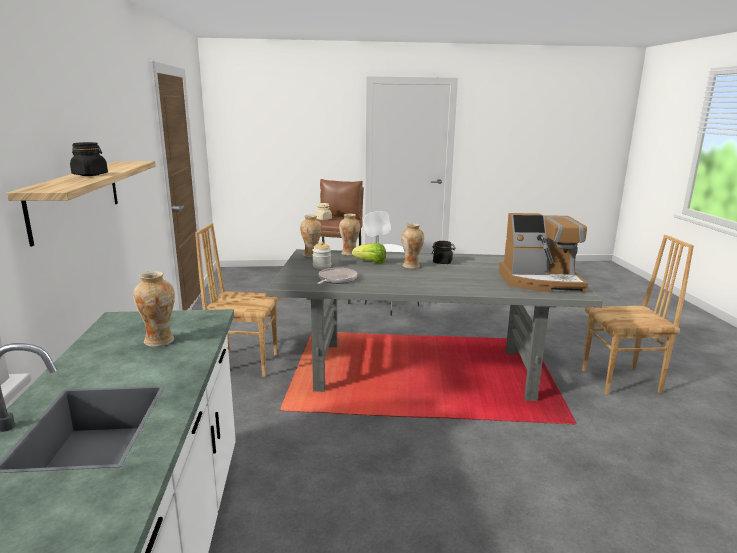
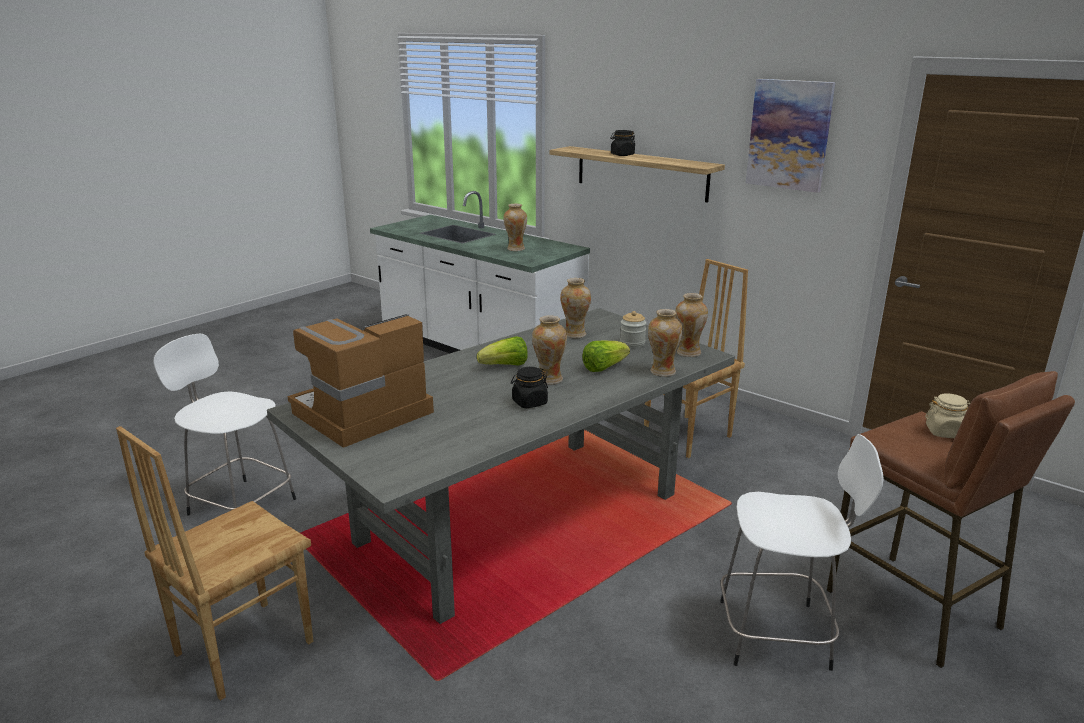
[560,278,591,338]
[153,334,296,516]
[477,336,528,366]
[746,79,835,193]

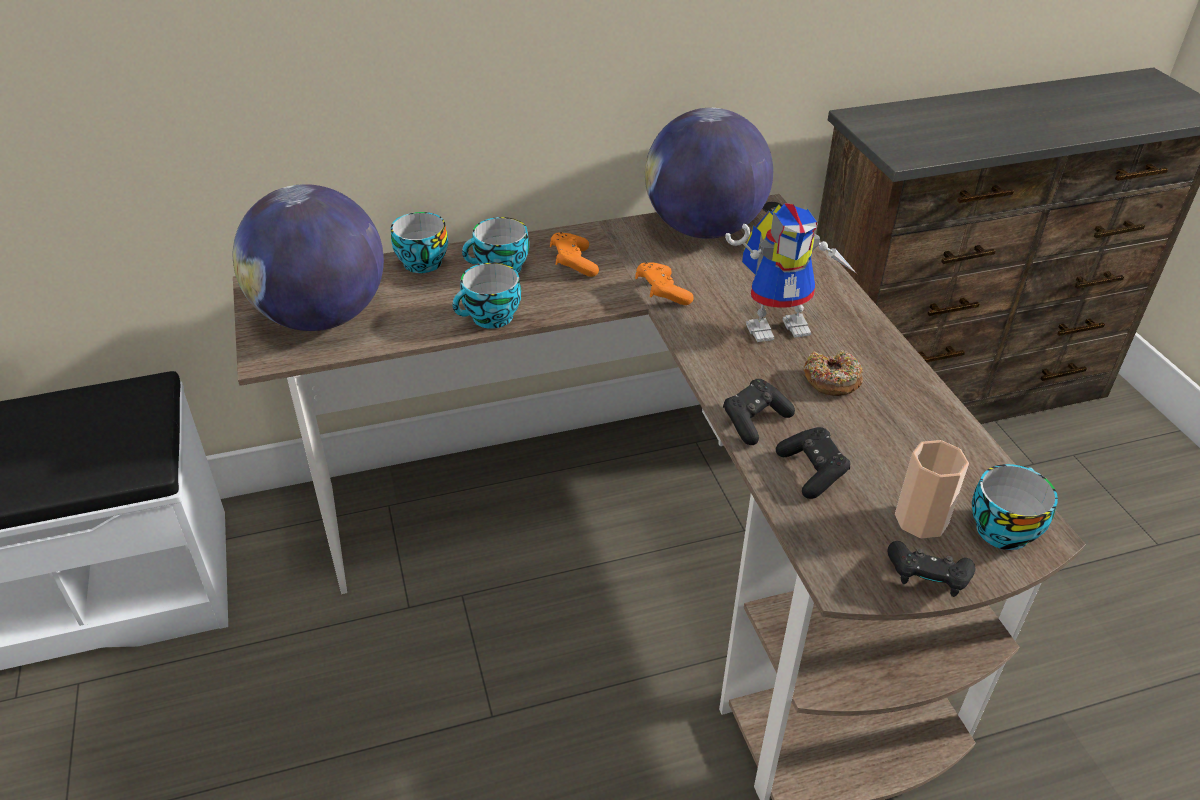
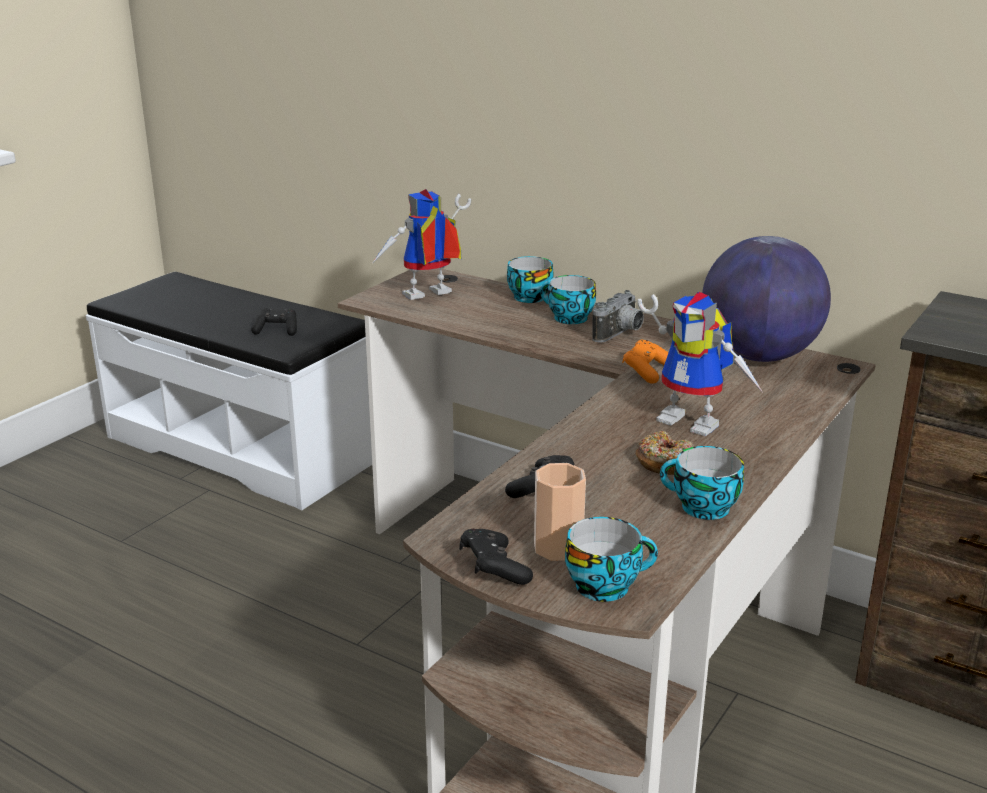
[373,189,471,300]
[660,446,744,520]
[592,290,644,342]
[251,308,297,336]

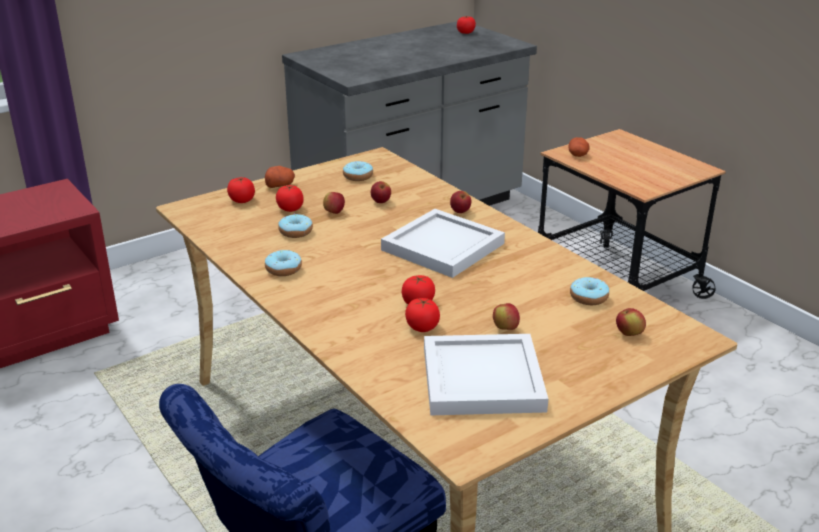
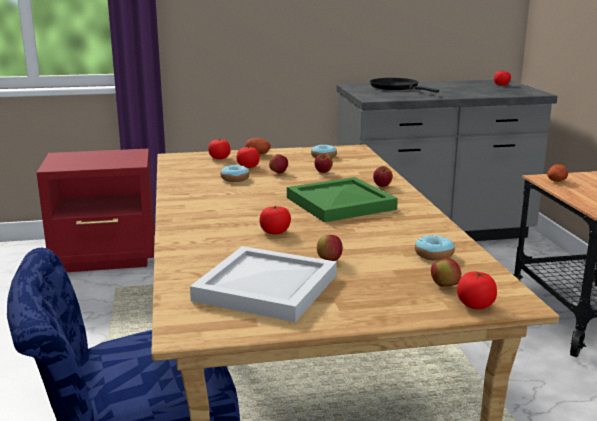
[265,250,302,276] (first image)
[287,177,398,222]
[457,271,497,309]
[370,78,439,93]

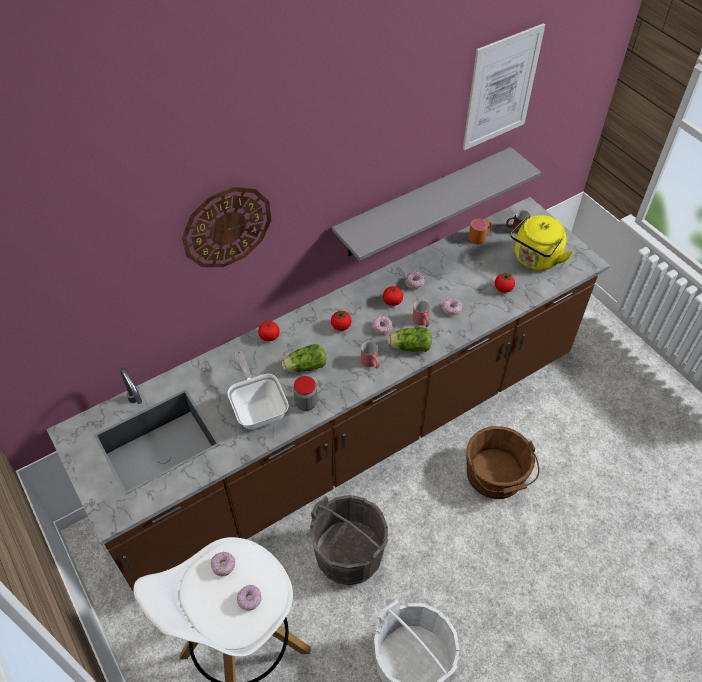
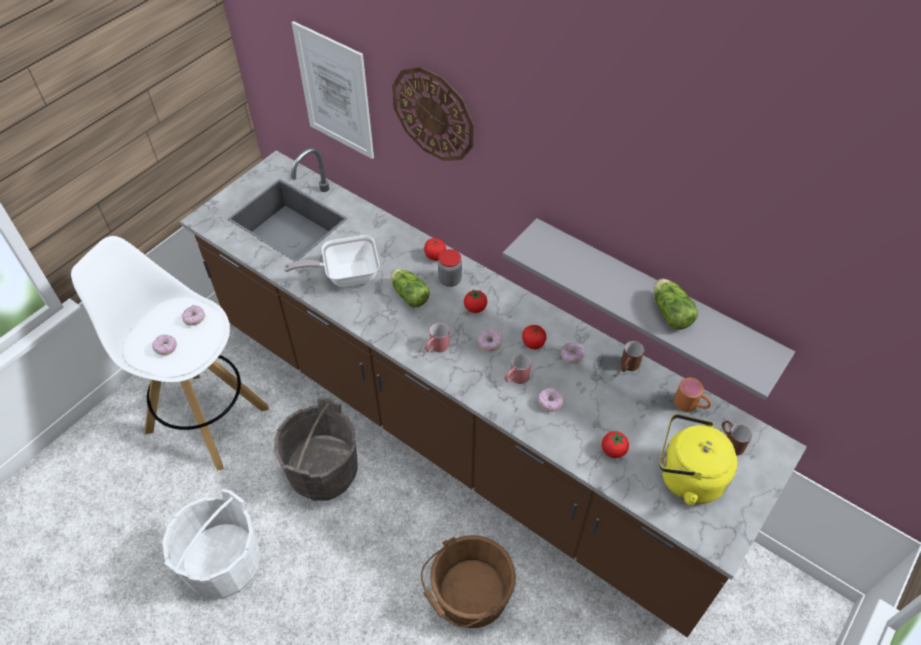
[284,235,380,287]
[438,249,462,287]
[654,279,698,330]
[292,21,374,159]
[621,341,644,372]

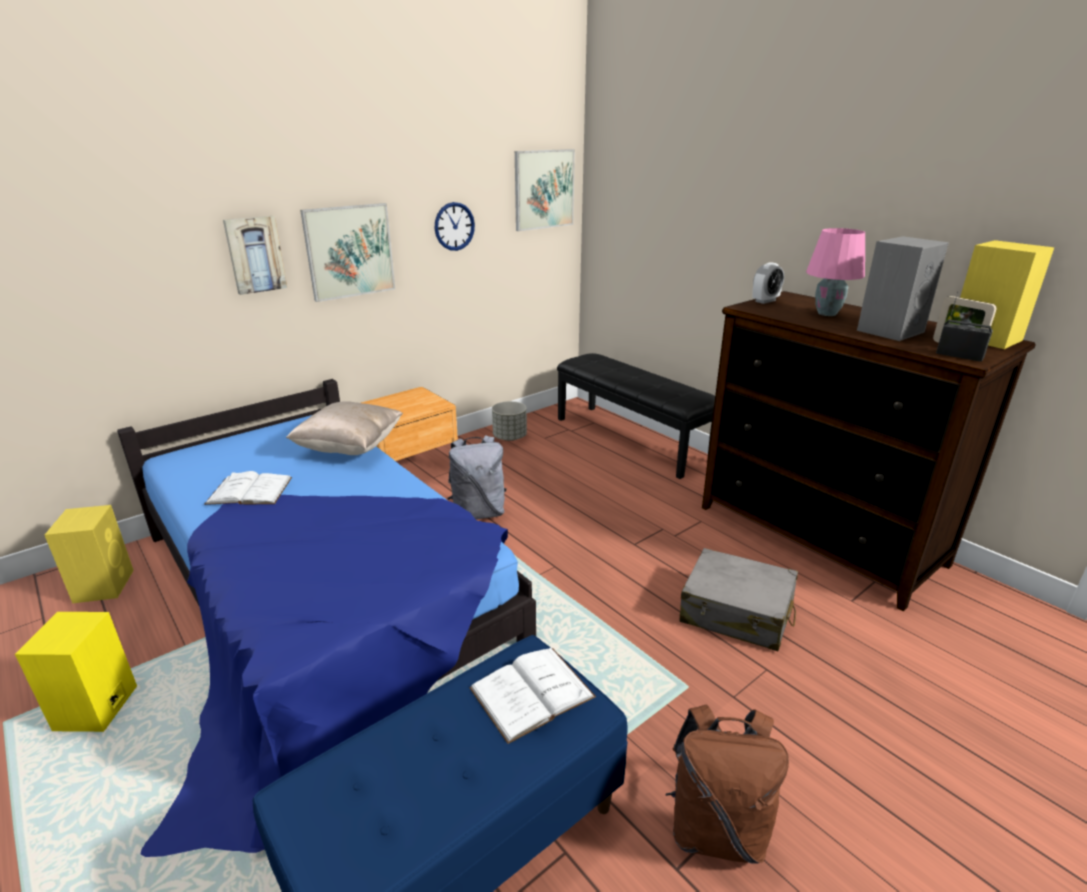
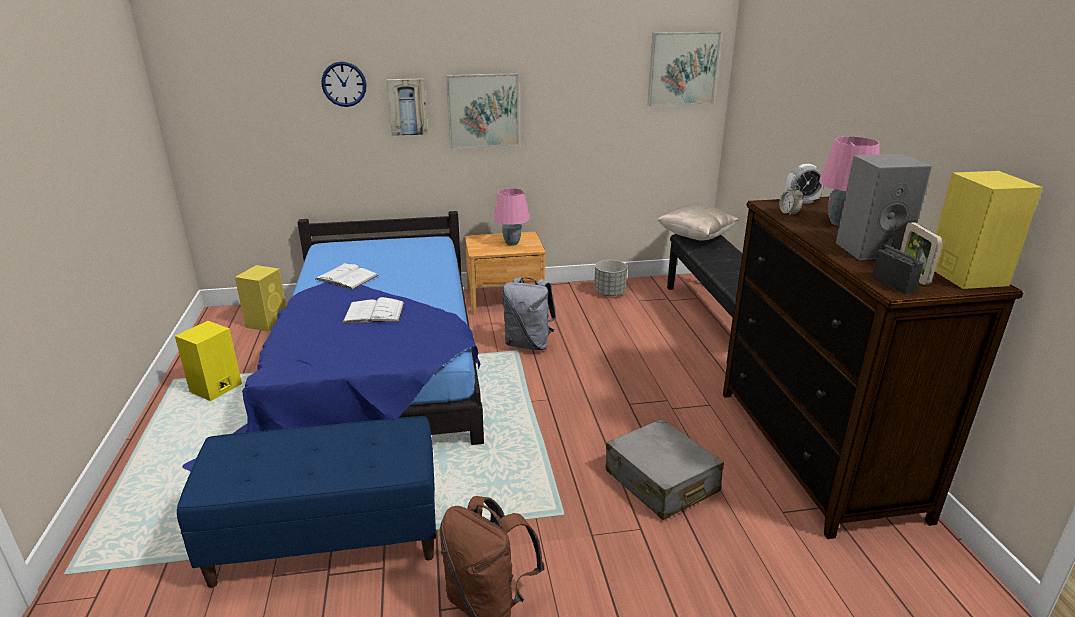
[657,203,739,240]
[322,61,366,107]
[342,297,405,323]
[494,188,530,246]
[779,184,803,215]

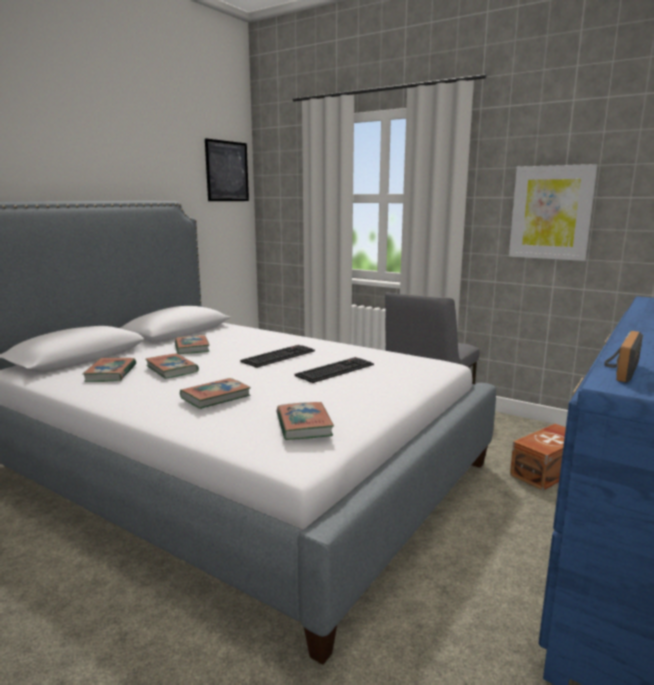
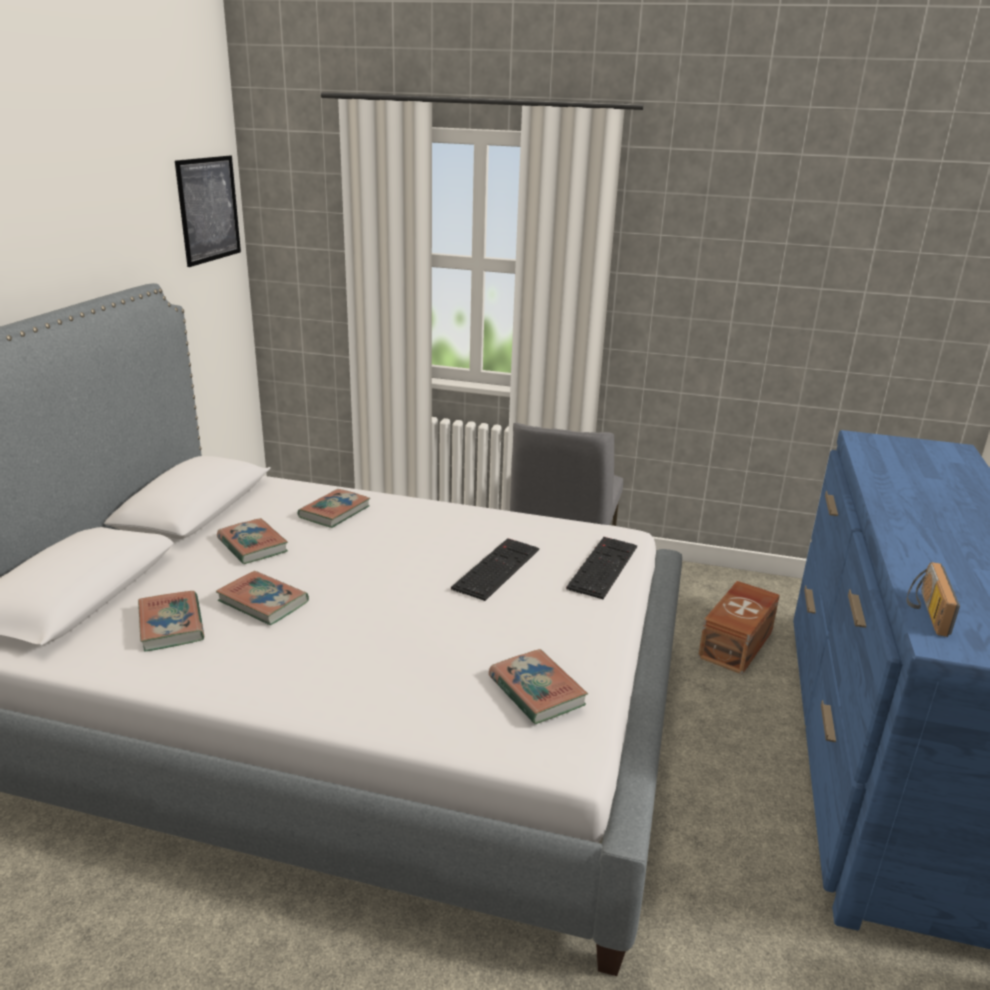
[298,489,370,528]
[566,537,637,599]
[509,164,597,261] (first image)

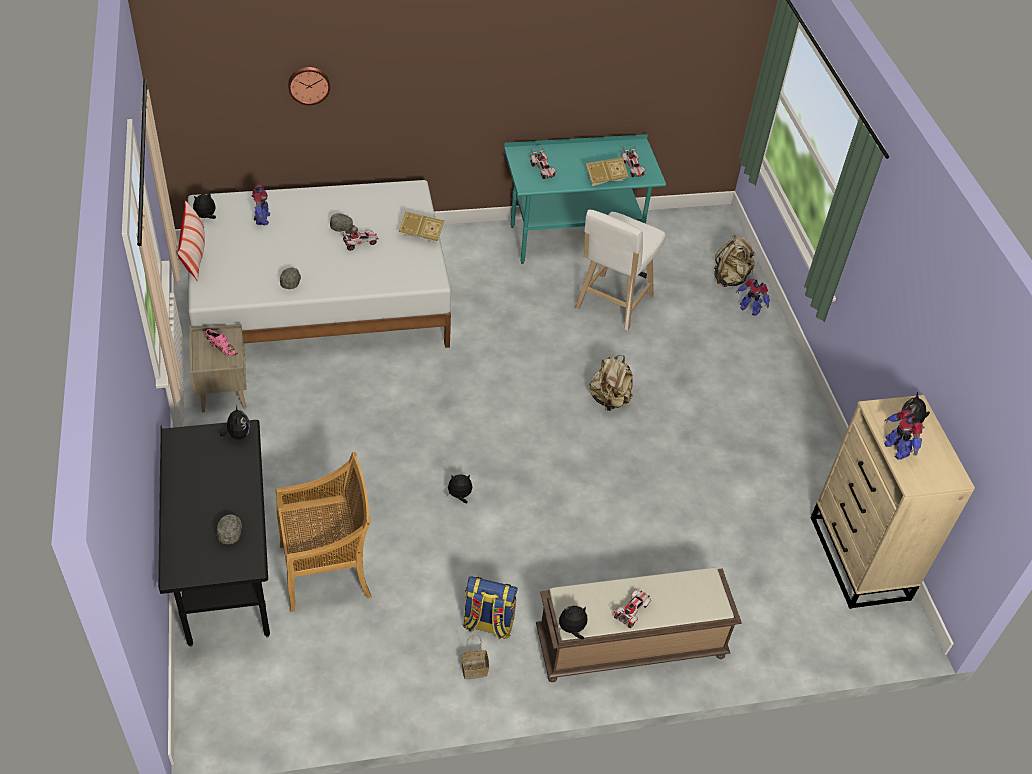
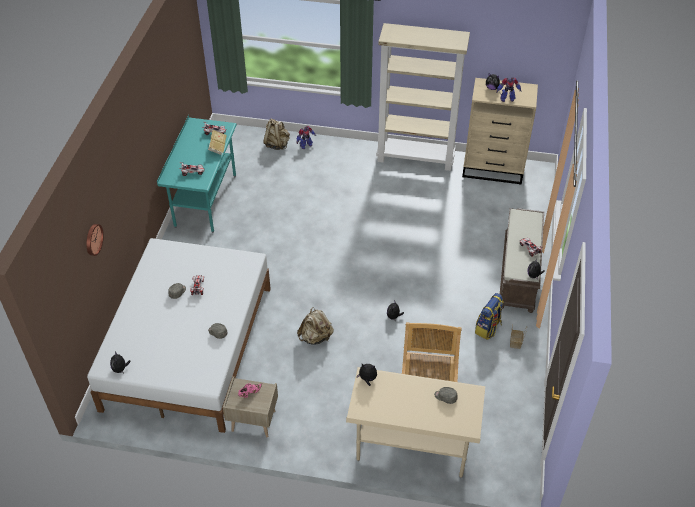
[346,367,485,478]
[177,200,205,281] (first image)
[252,184,270,226] (first image)
[399,211,445,243] (first image)
[575,210,666,331] (first image)
[297,307,334,345]
[376,23,470,171]

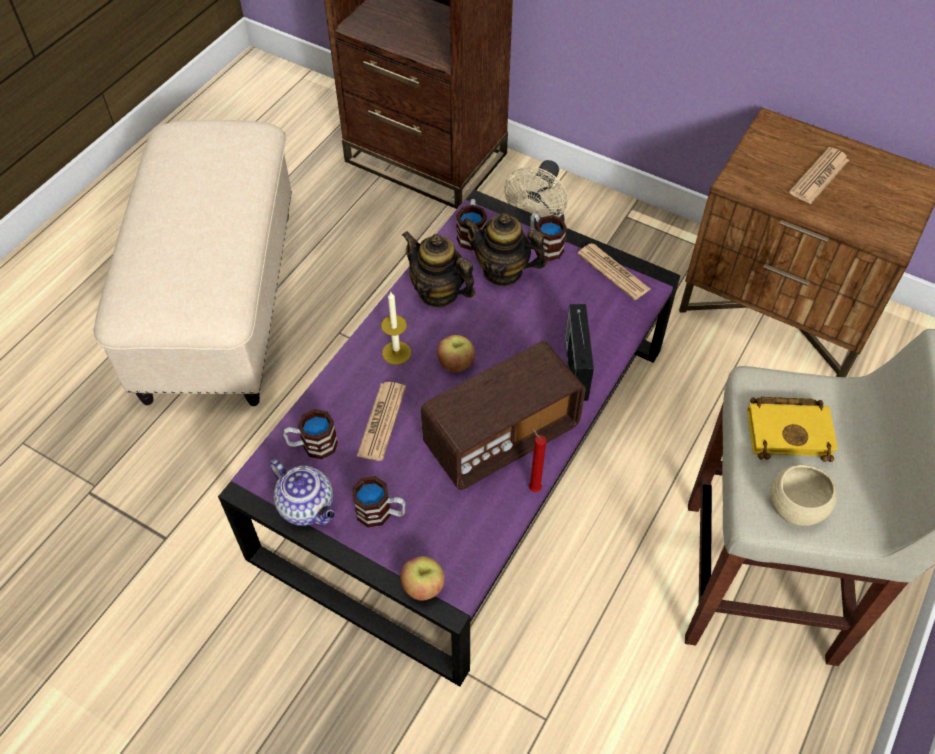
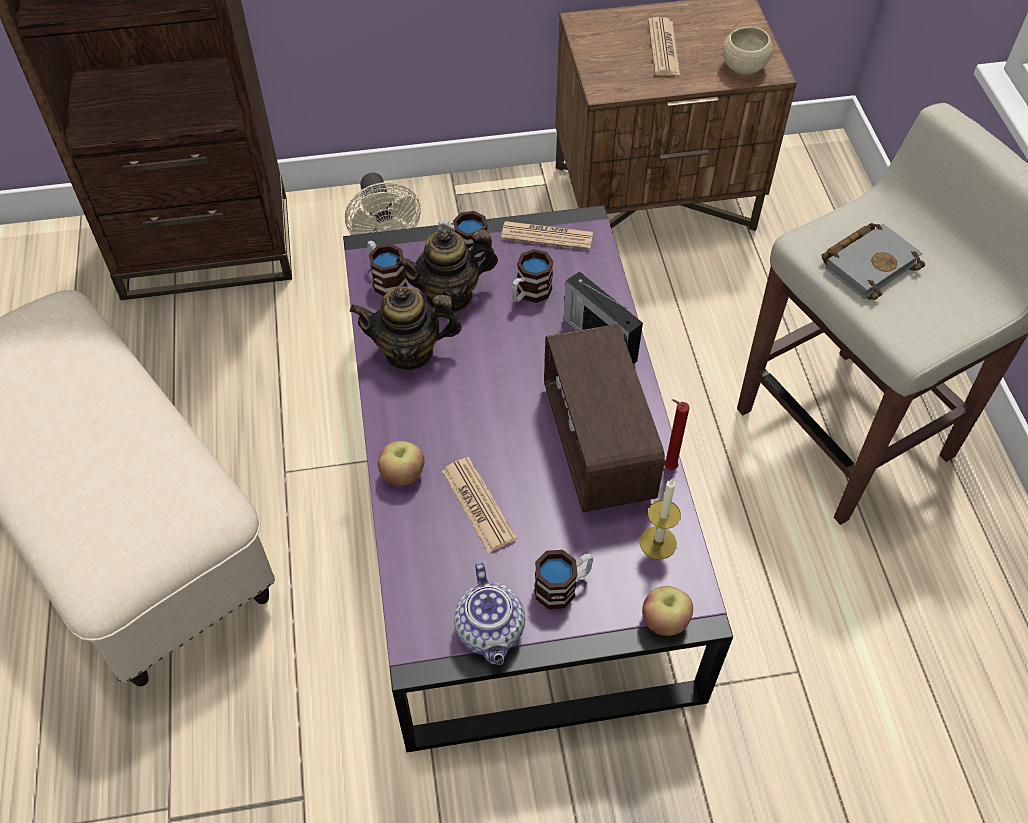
[454,562,525,665]
[511,249,553,303]
[640,479,681,560]
[544,324,665,512]
[378,441,424,486]
[822,223,925,300]
[723,26,772,75]

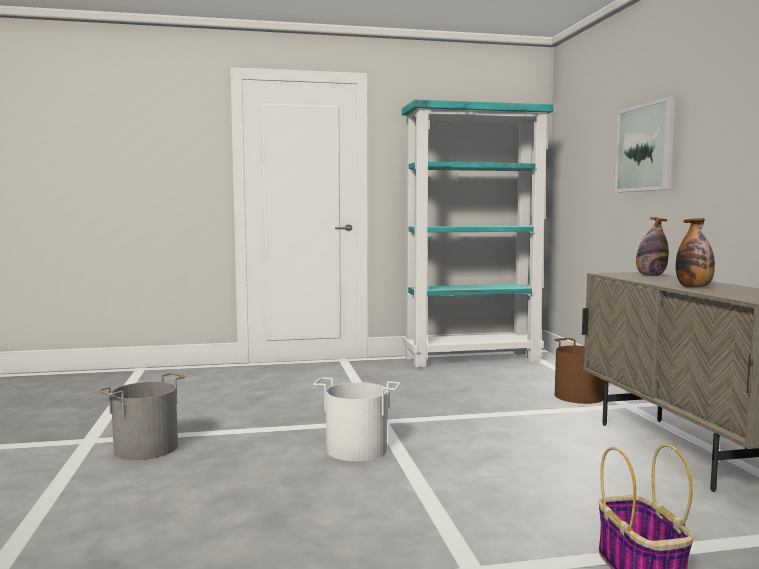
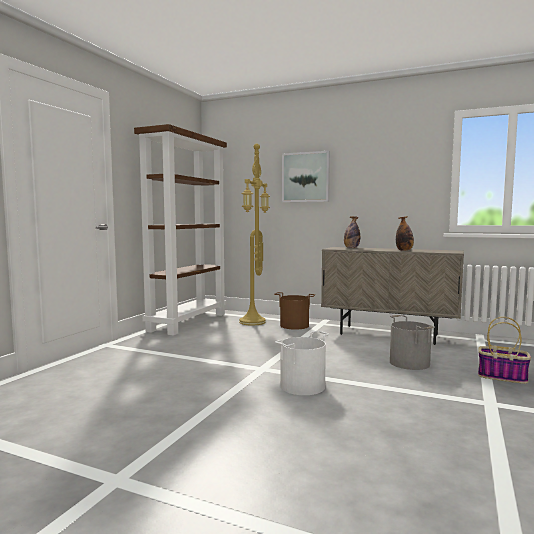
[390,315,435,370]
[134,124,227,336]
[239,144,270,326]

